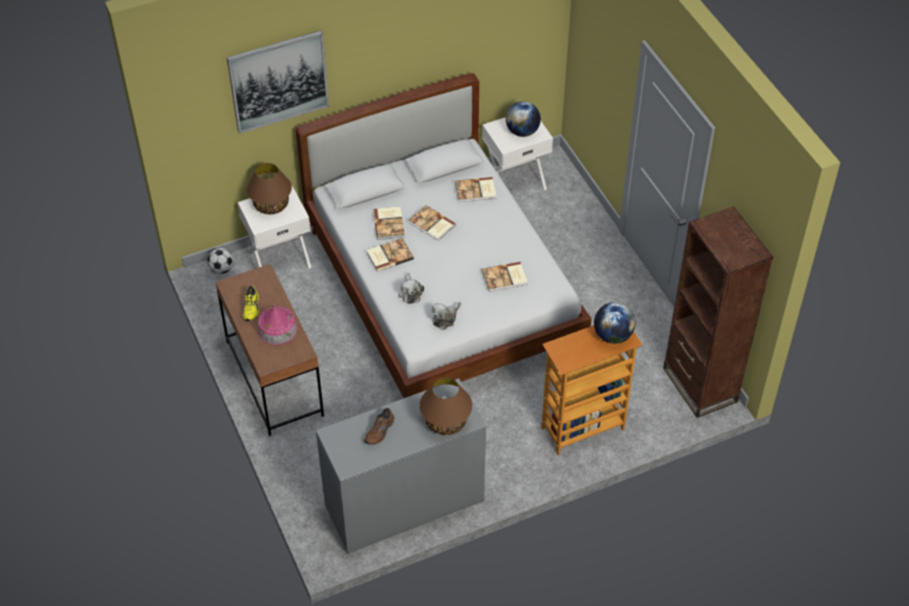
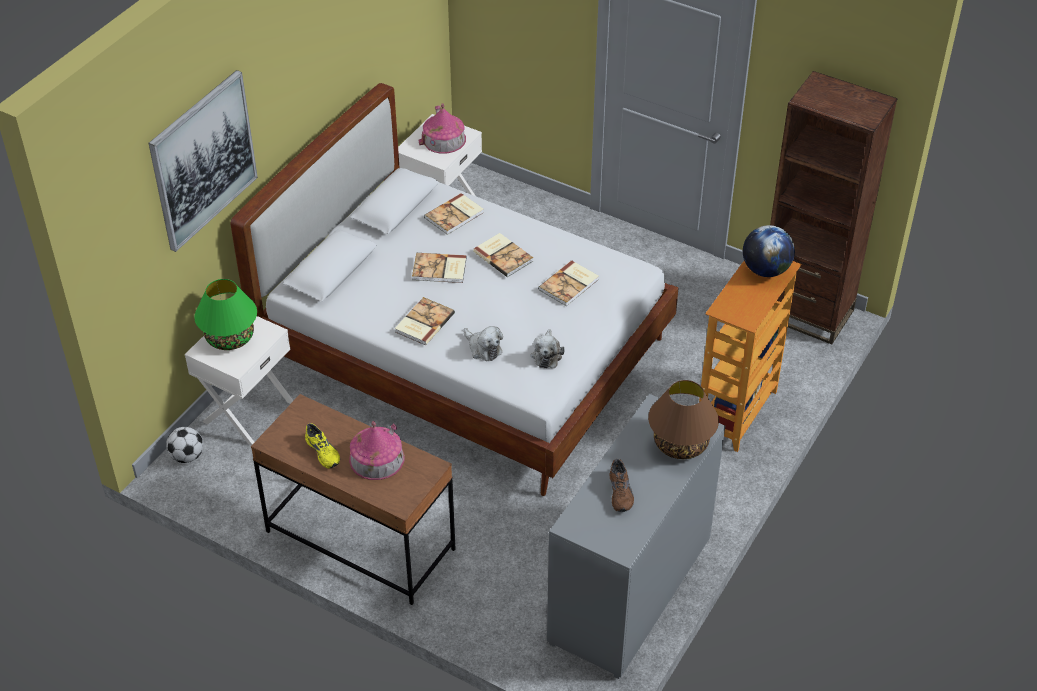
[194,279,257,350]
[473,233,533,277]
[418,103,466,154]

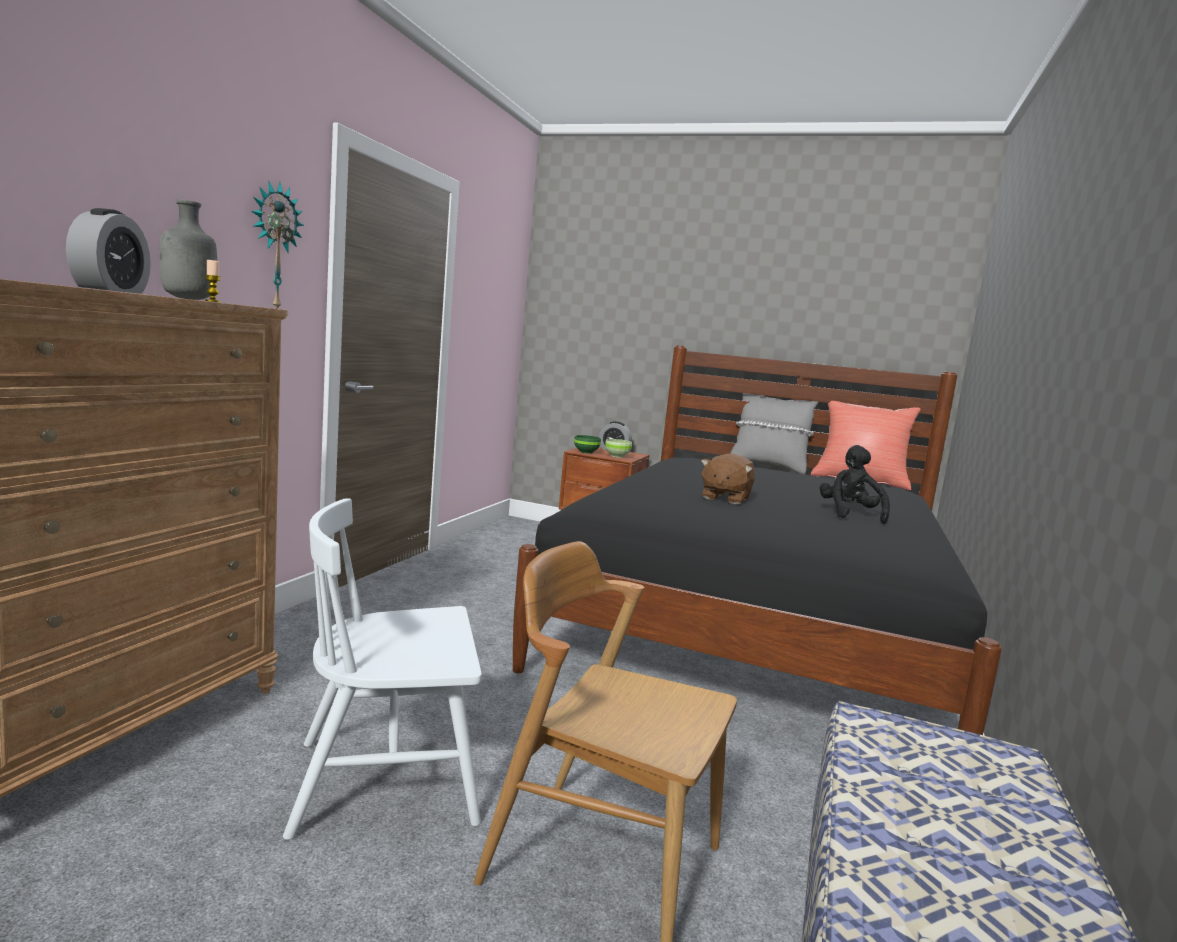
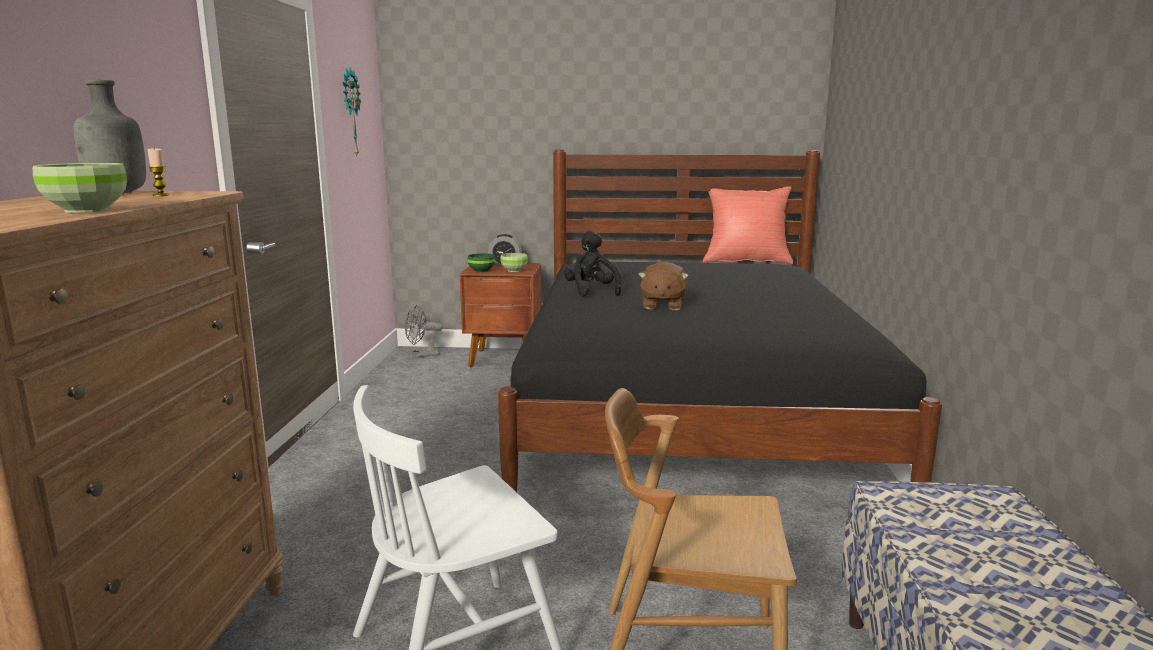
[33,163,127,213]
[343,67,361,156]
[730,393,818,474] (first image)
[564,231,622,297]
[405,305,442,357]

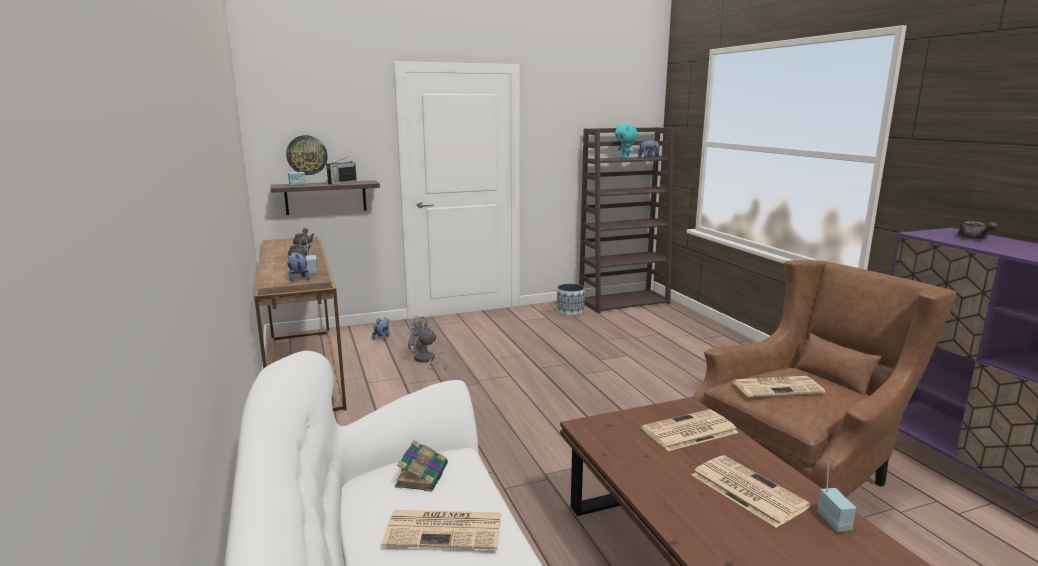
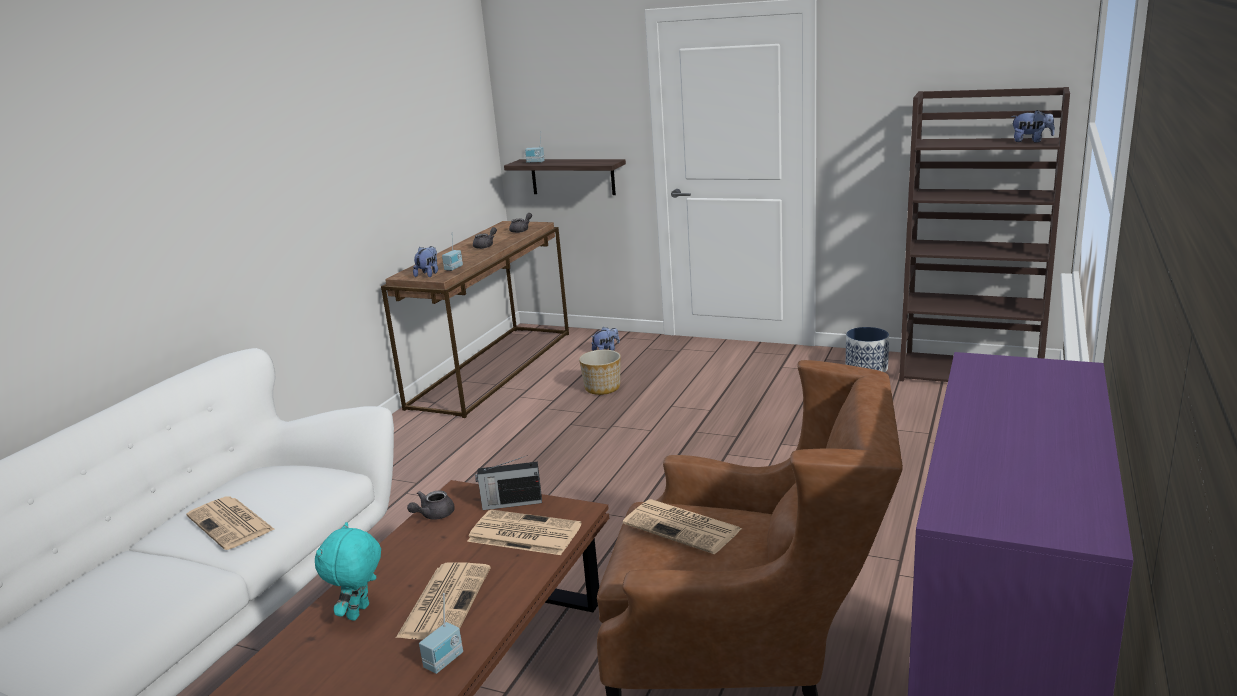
[286,135,328,175] (first image)
[475,455,542,510]
[395,440,448,492] (first image)
[579,350,621,395]
[315,522,381,621]
[407,490,455,520]

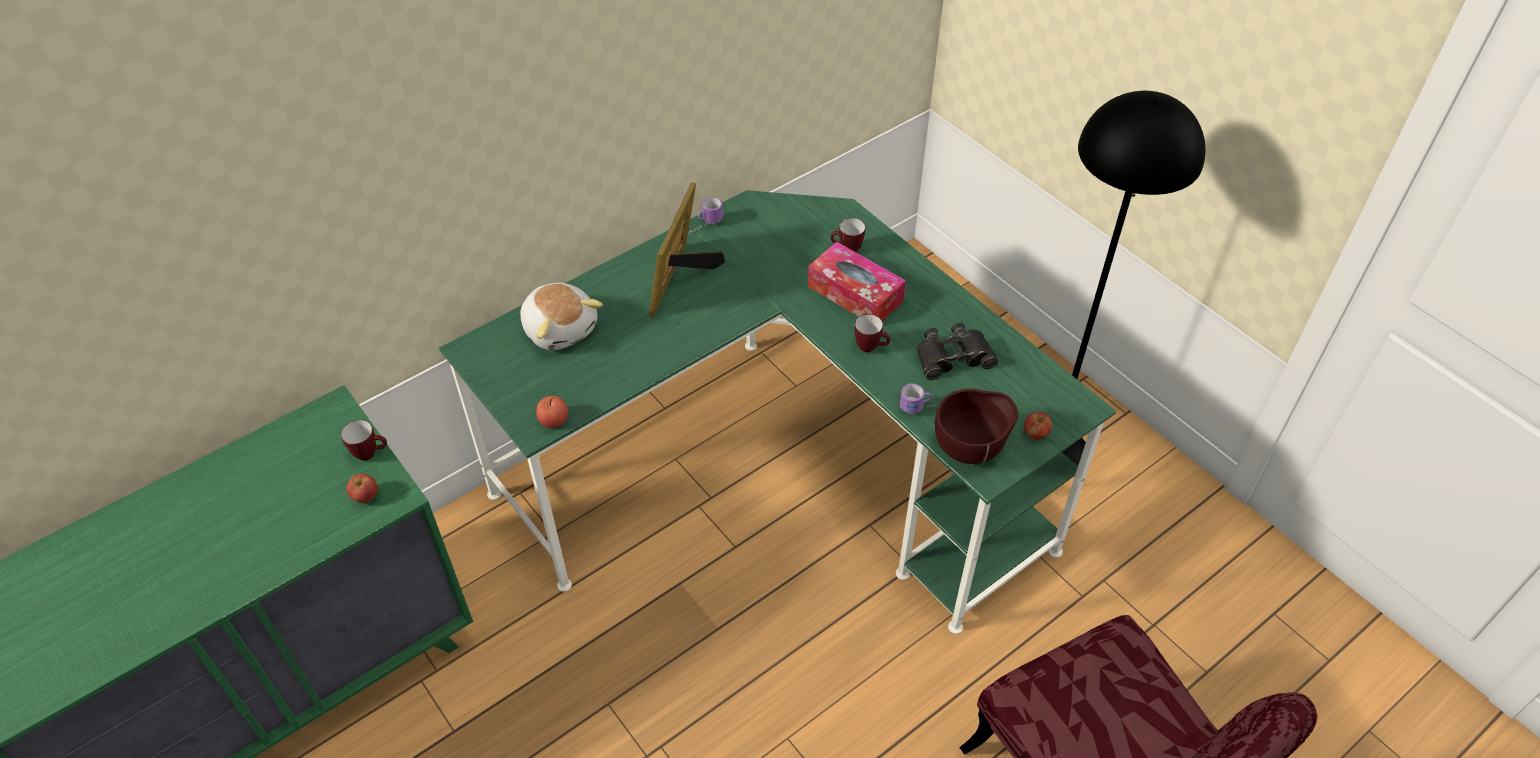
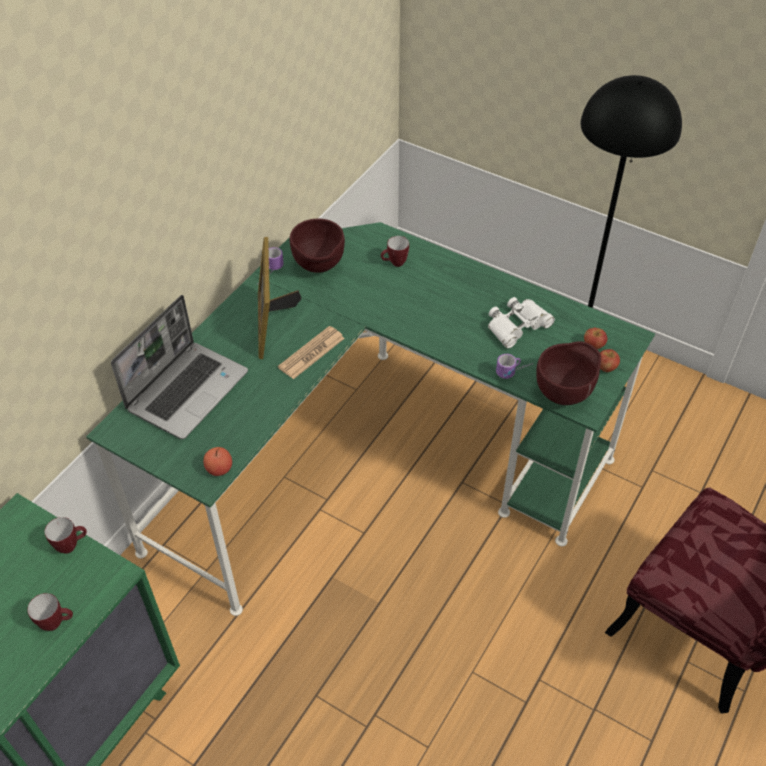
[584,328,607,349]
[111,295,248,439]
[808,242,906,321] (first image)
[27,593,73,631]
[488,297,555,349]
[278,326,345,379]
[290,219,345,273]

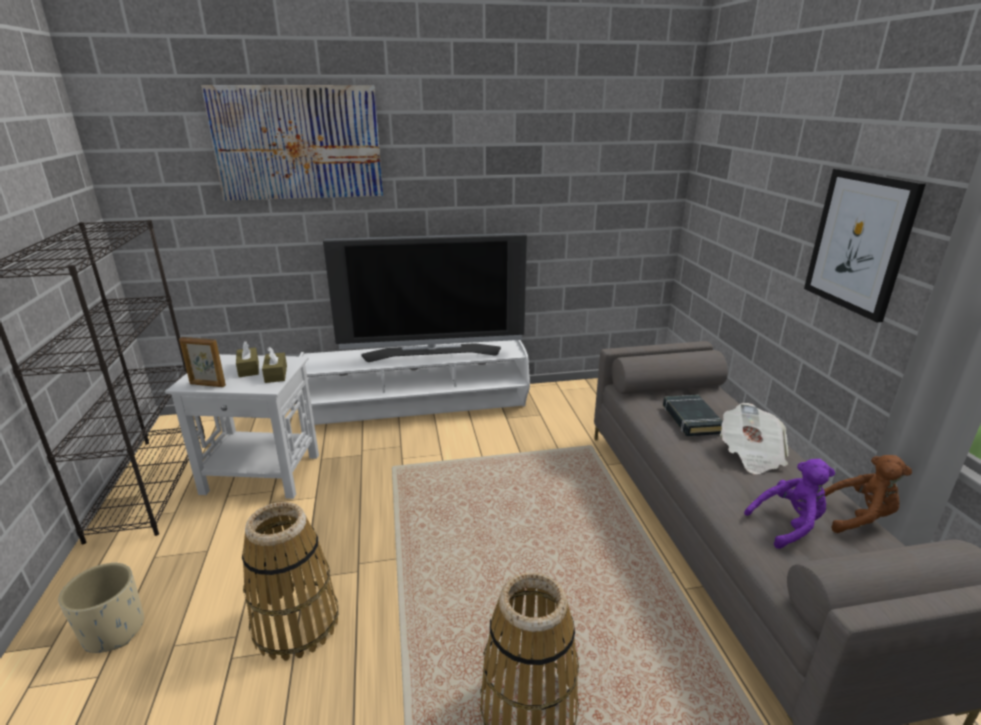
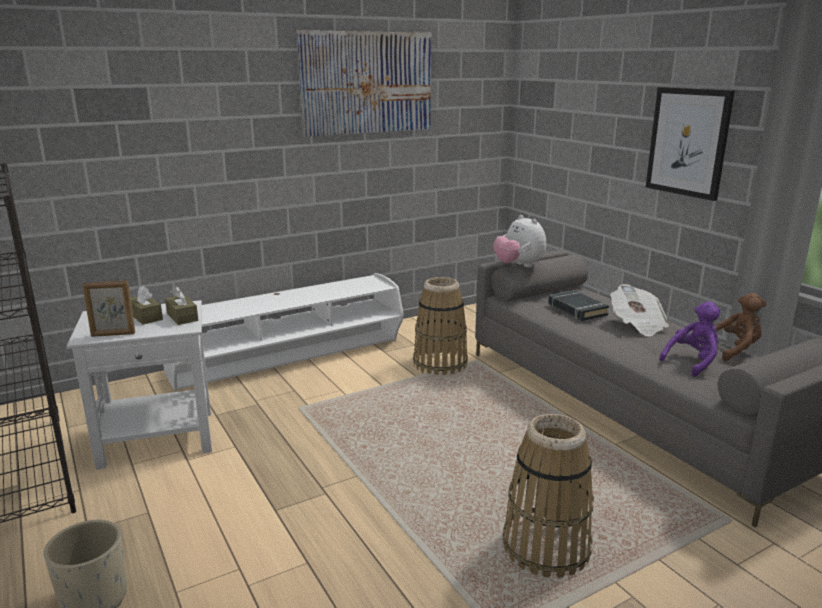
[297,30,431,137]
[413,277,468,375]
[323,233,527,362] (first image)
[493,215,546,267]

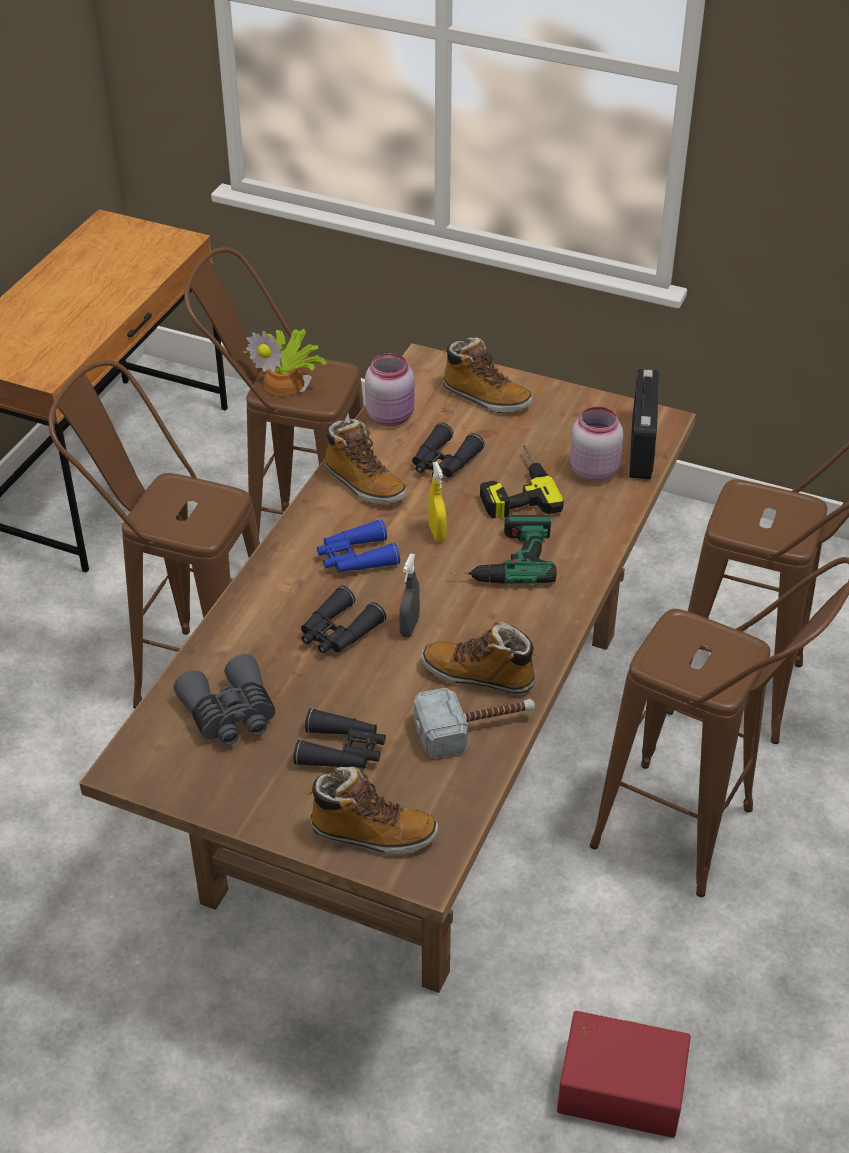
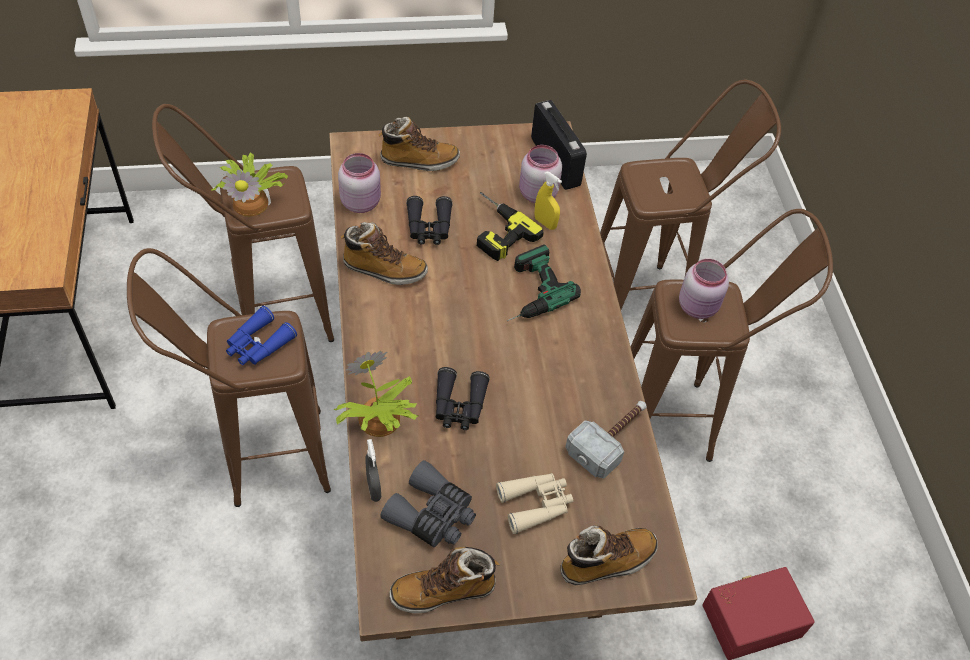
[496,473,573,534]
[226,306,297,365]
[365,439,381,502]
[389,547,500,613]
[535,172,562,230]
[334,351,418,437]
[679,259,729,319]

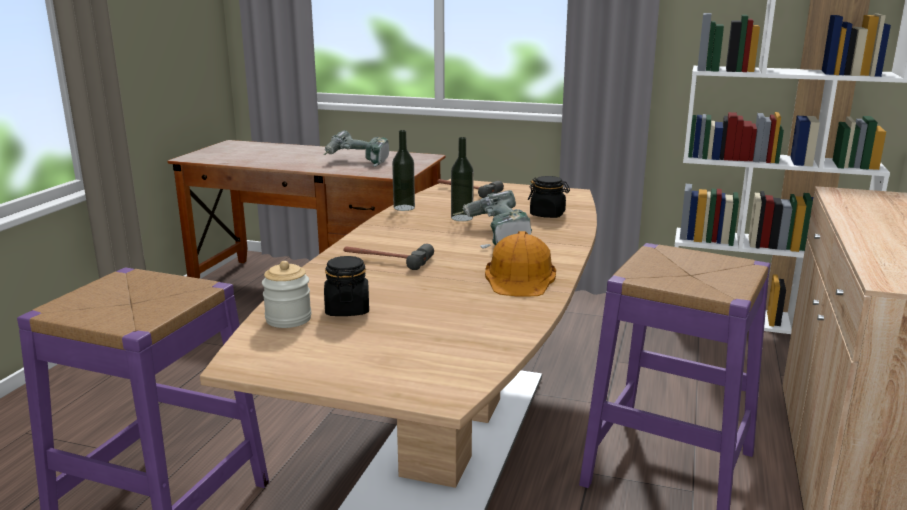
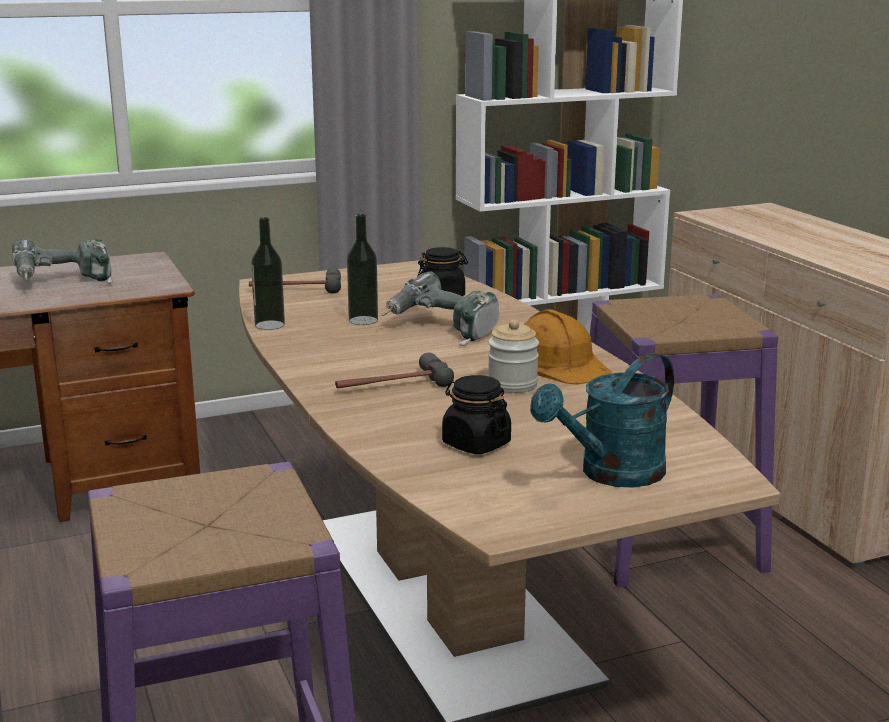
[488,320,539,393]
[530,353,674,488]

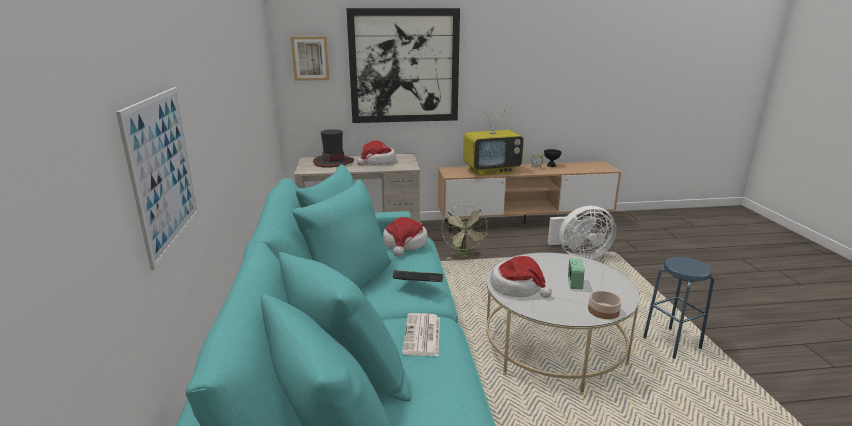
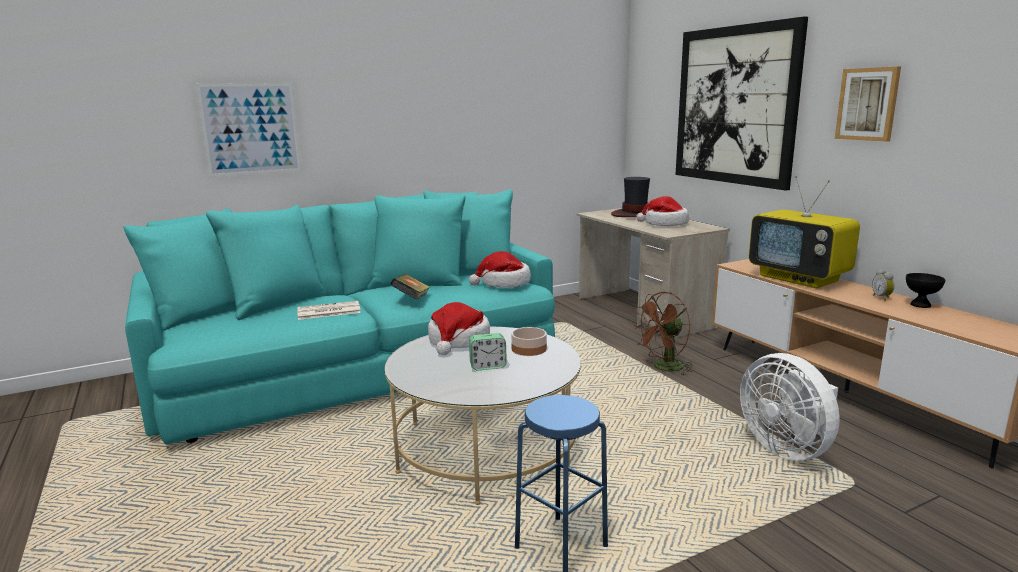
[835,67,901,142]
[633,292,693,375]
[511,327,547,356]

